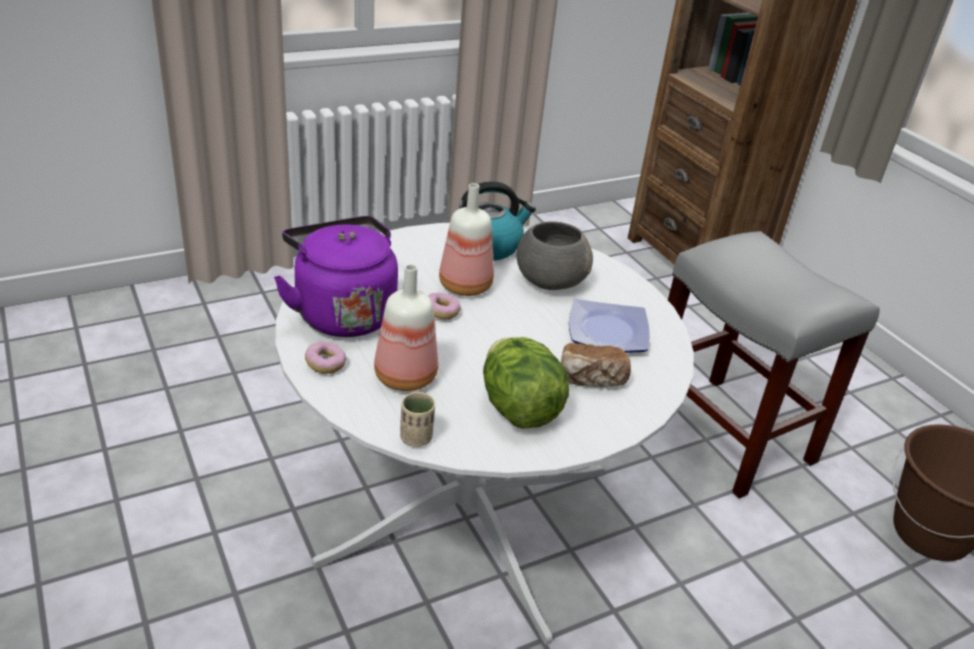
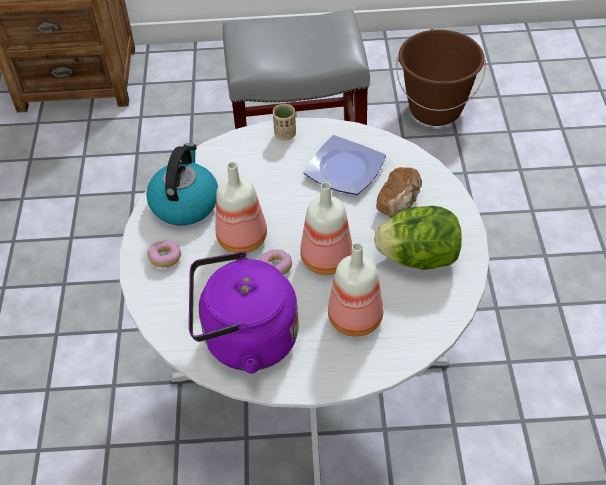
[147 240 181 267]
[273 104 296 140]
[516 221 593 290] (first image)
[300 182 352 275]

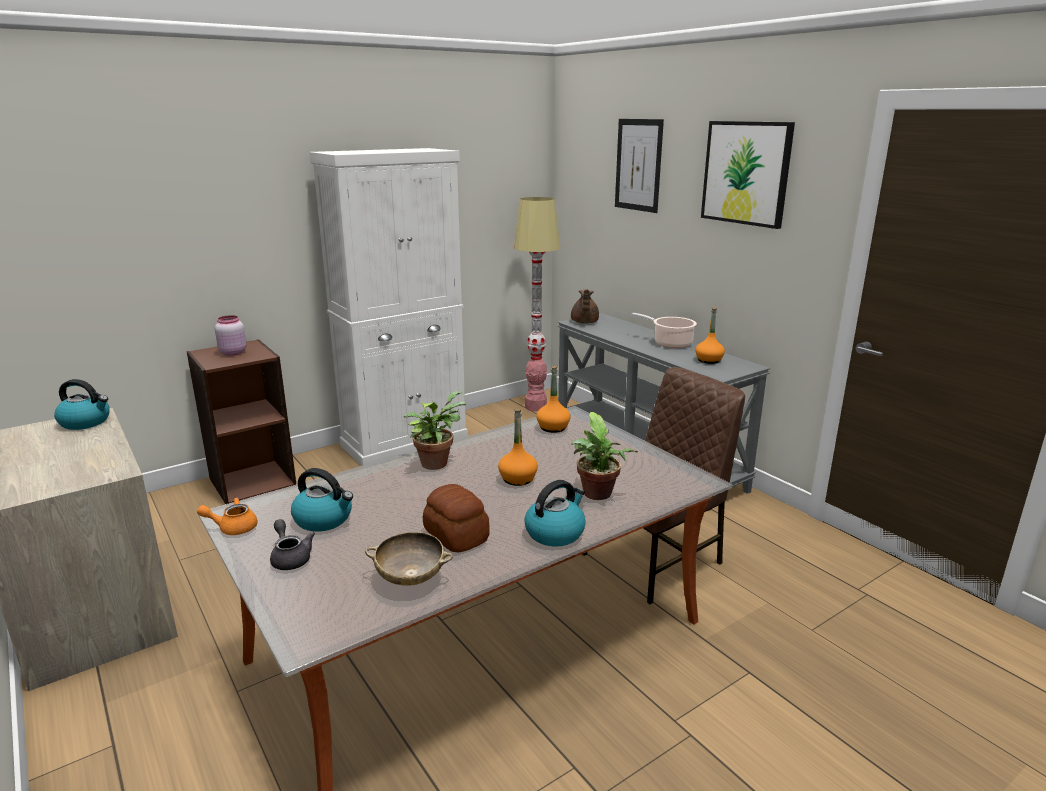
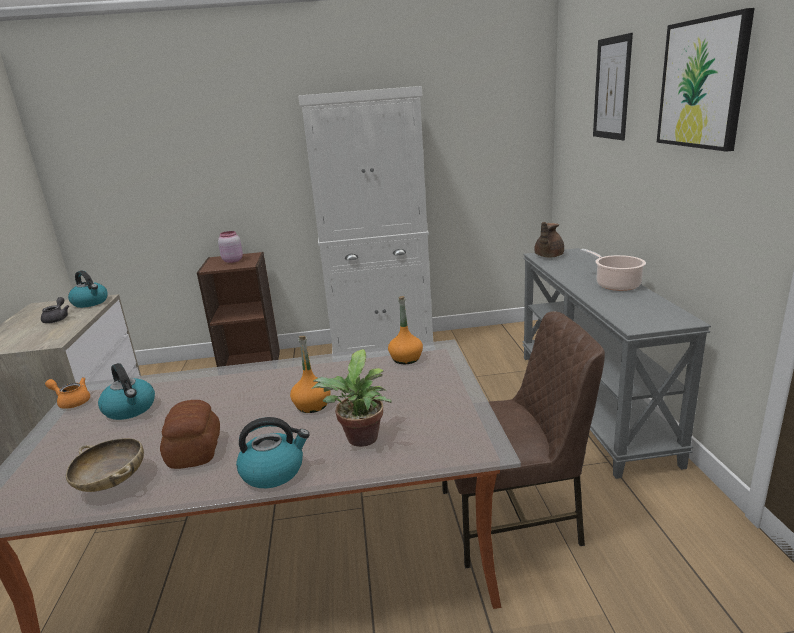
[41 297 69 323]
[404 391 466 470] (first image)
[514 197 561 412] (first image)
[695 307 725 364] (first image)

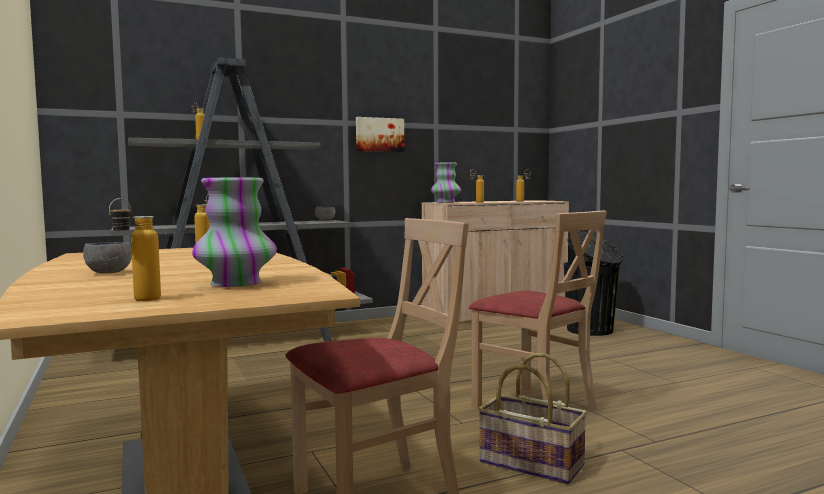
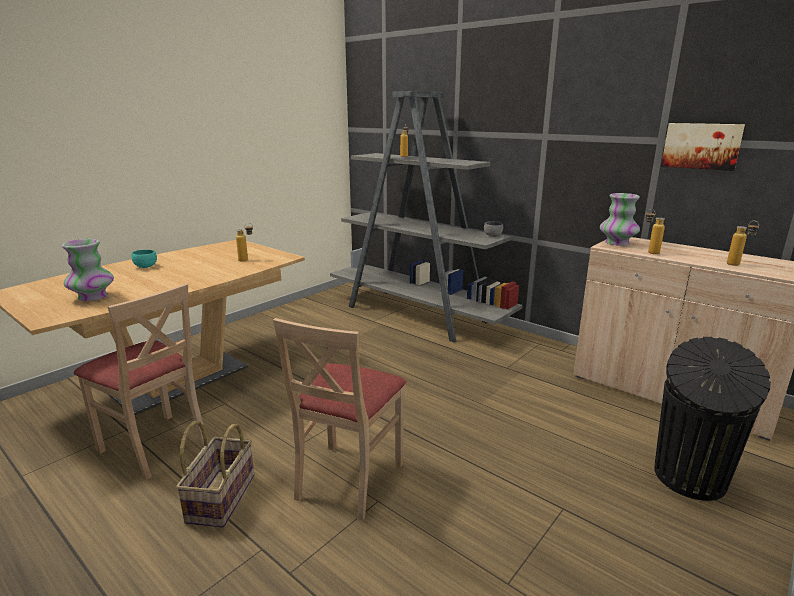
[131 250 157 268]
[109 198 161 301] (first image)
[661 123 745 171]

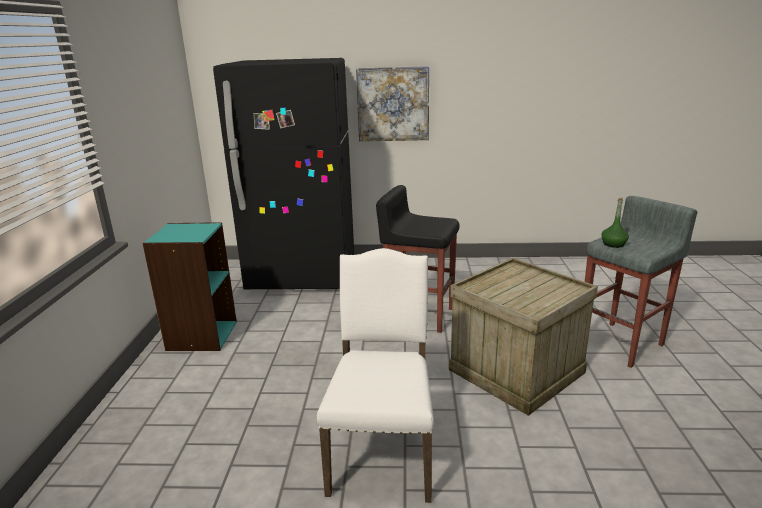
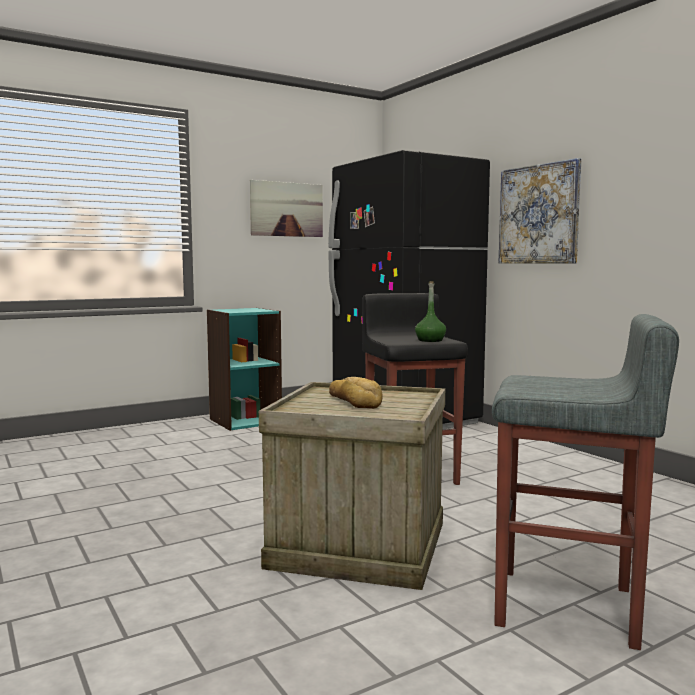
[317 248 434 503] (first image)
[415 281 446 342]
[250 180 323 237]
[329 377 383 409]

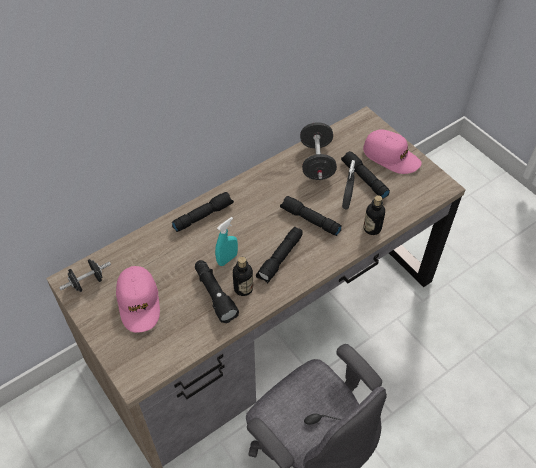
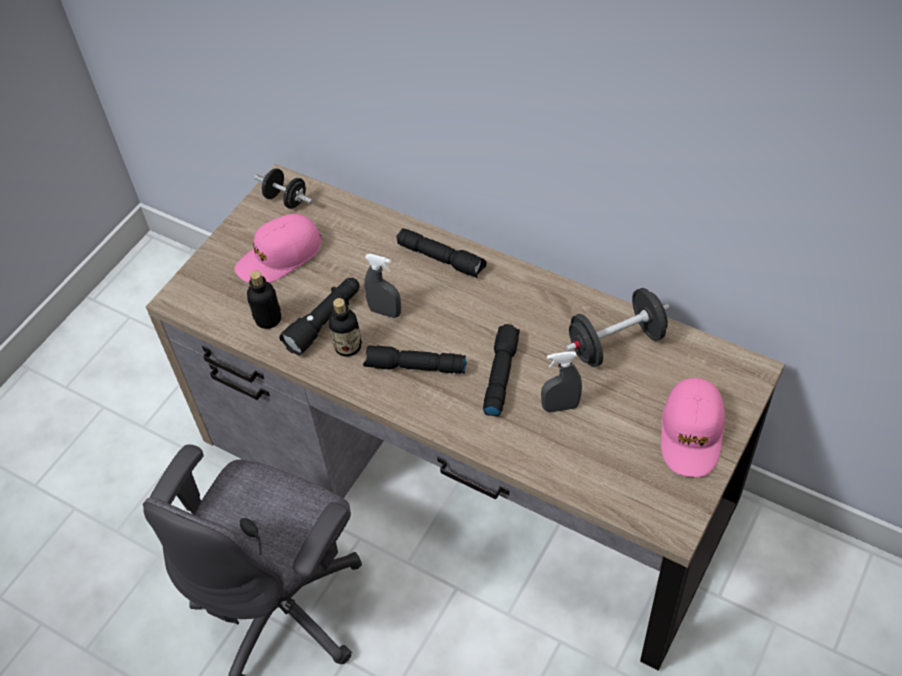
[364 254 401 318]
[341 151 390 199] (first image)
[247 271 281 329]

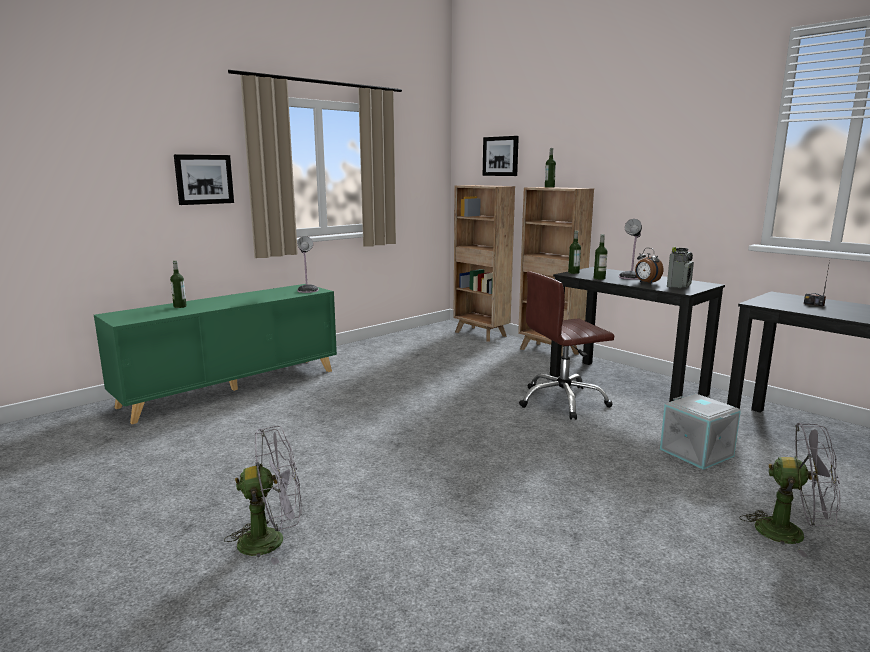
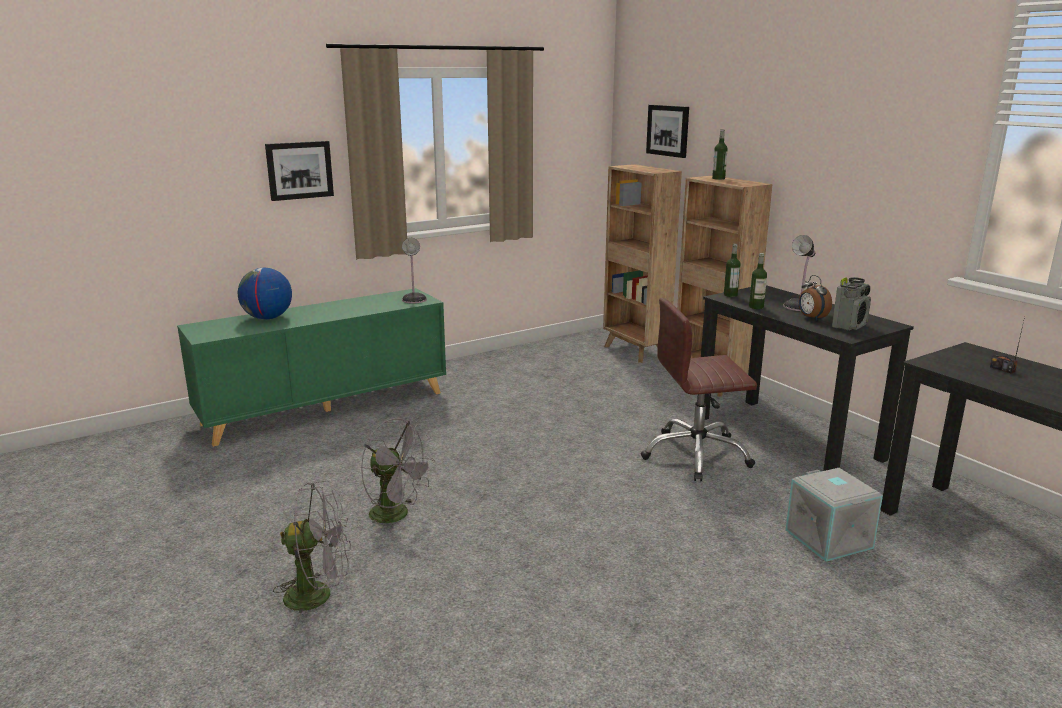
[238 268 292 320]
[361 418 435 533]

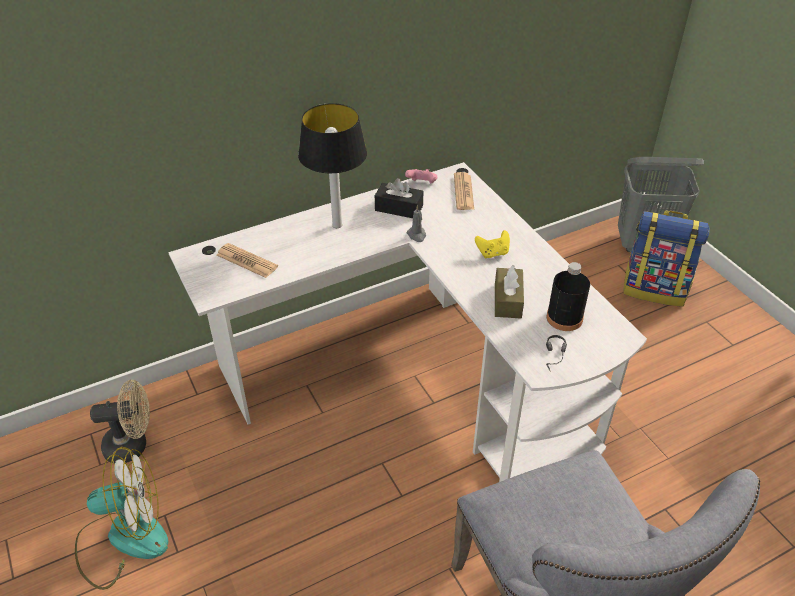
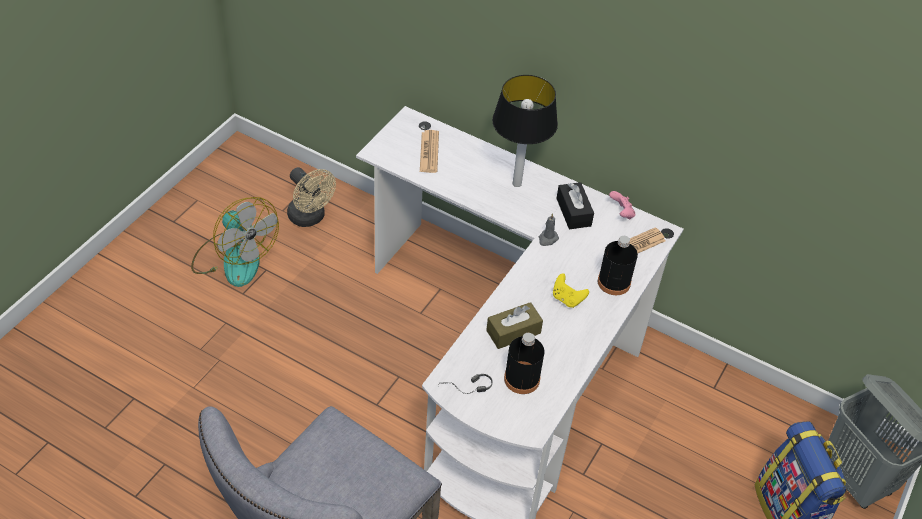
[598 236 638 295]

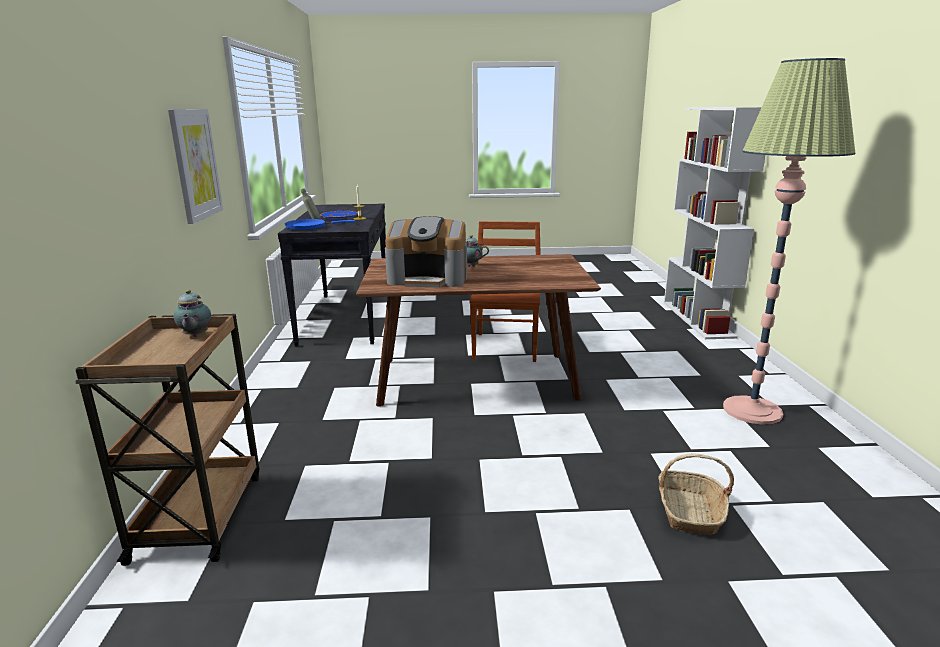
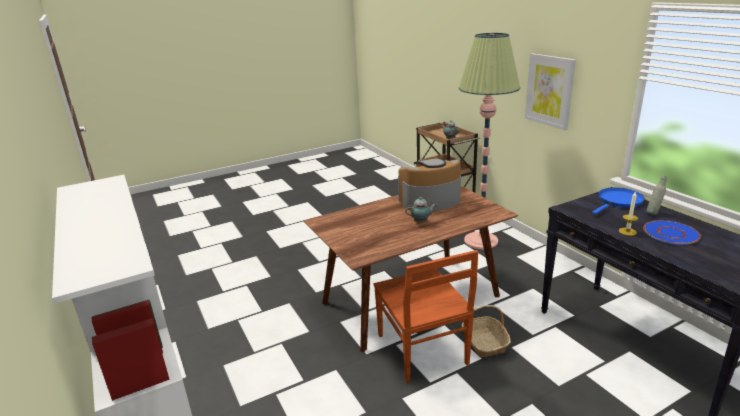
[461 305 511 358]
[459 33 520 249]

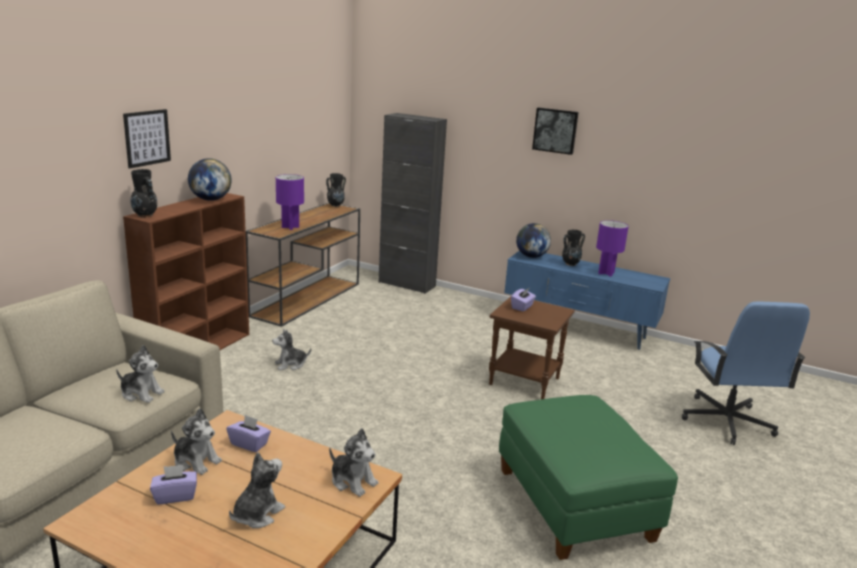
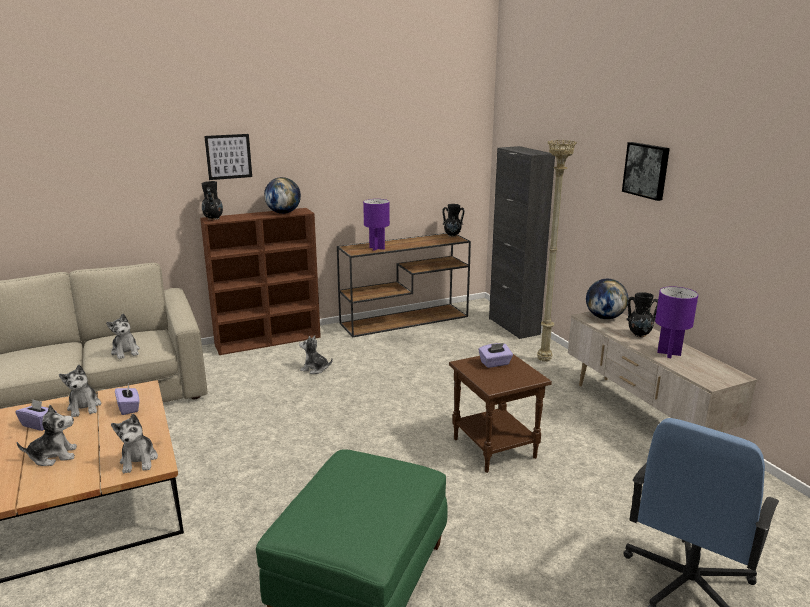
[568 311 758 432]
[537 140 577 362]

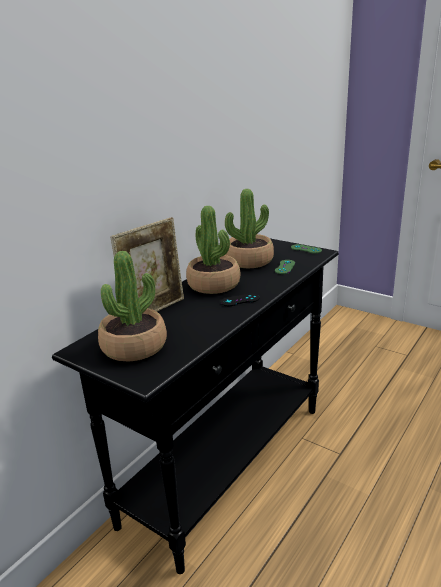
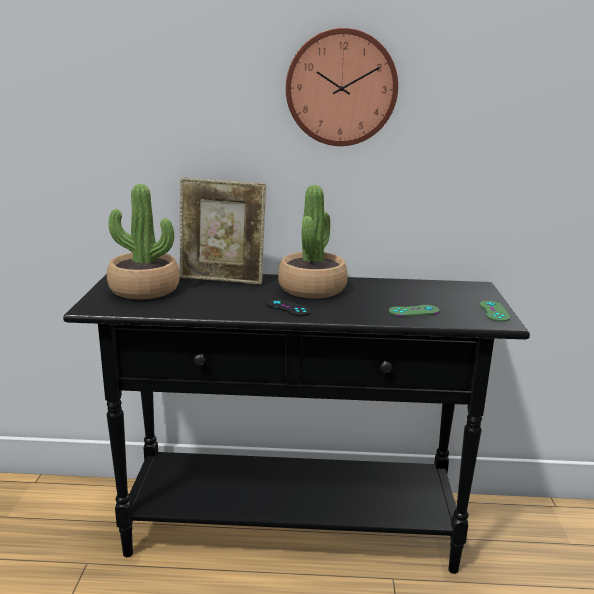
[225 189 274 268] (first image)
[286 28 398 146]

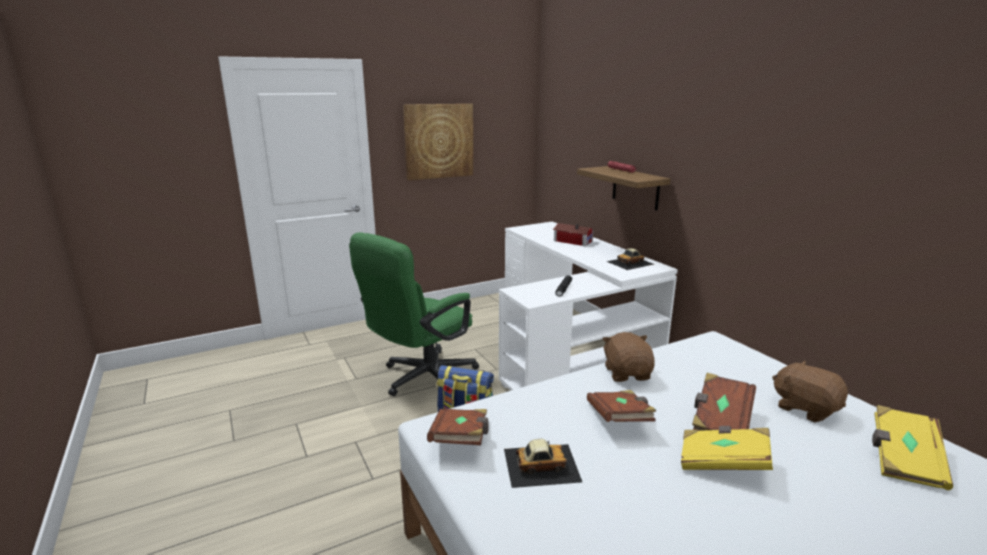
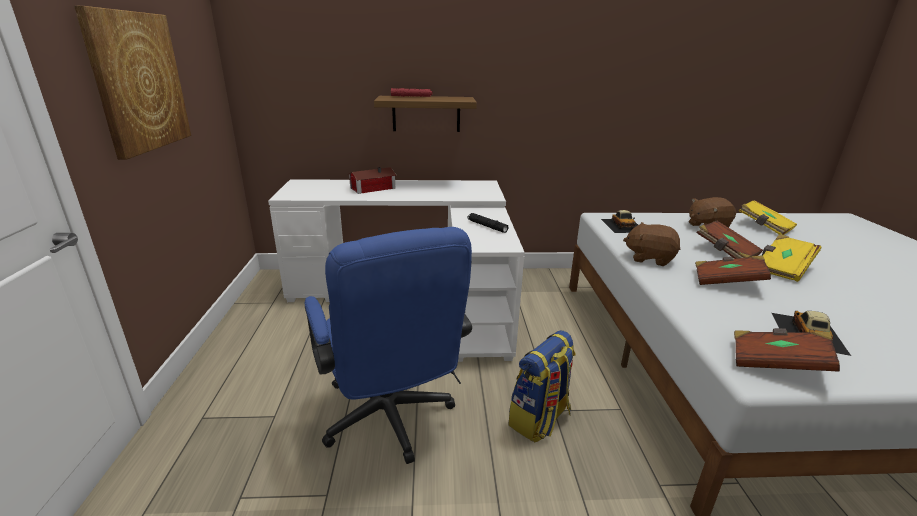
[305 227 472 464]
[601 210 638 233]

